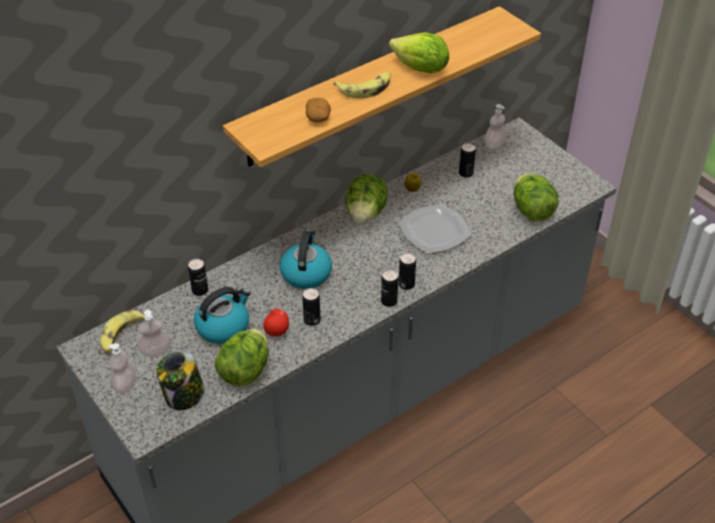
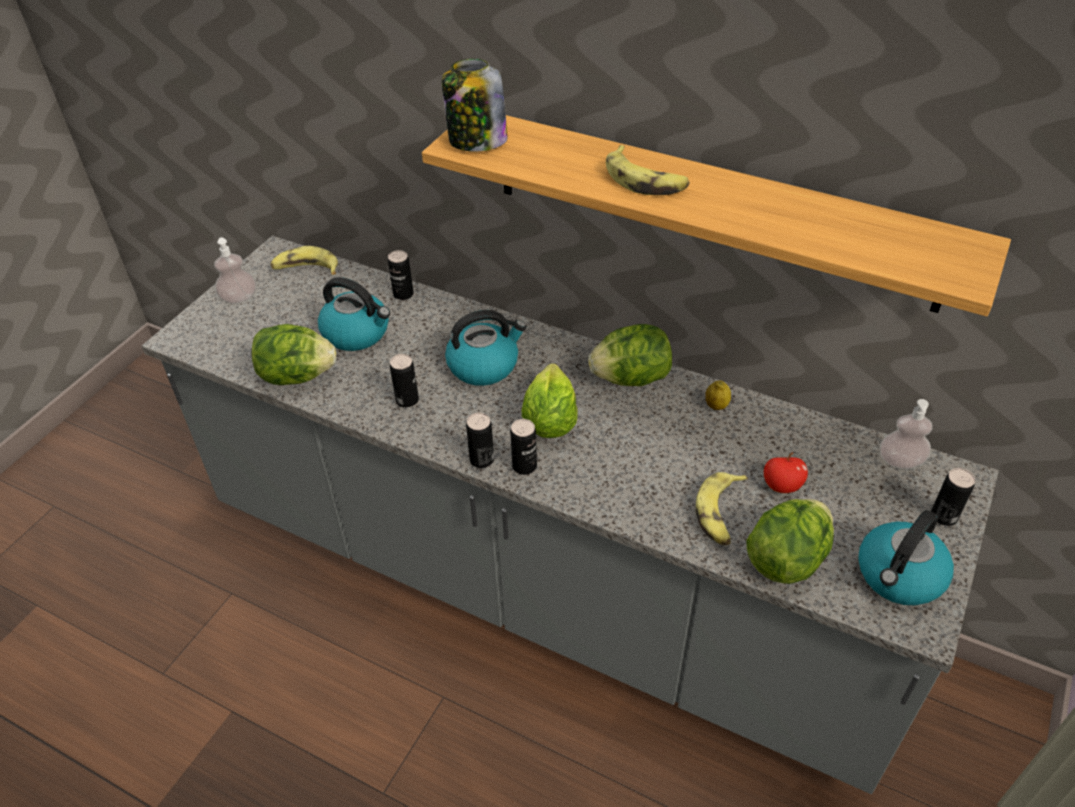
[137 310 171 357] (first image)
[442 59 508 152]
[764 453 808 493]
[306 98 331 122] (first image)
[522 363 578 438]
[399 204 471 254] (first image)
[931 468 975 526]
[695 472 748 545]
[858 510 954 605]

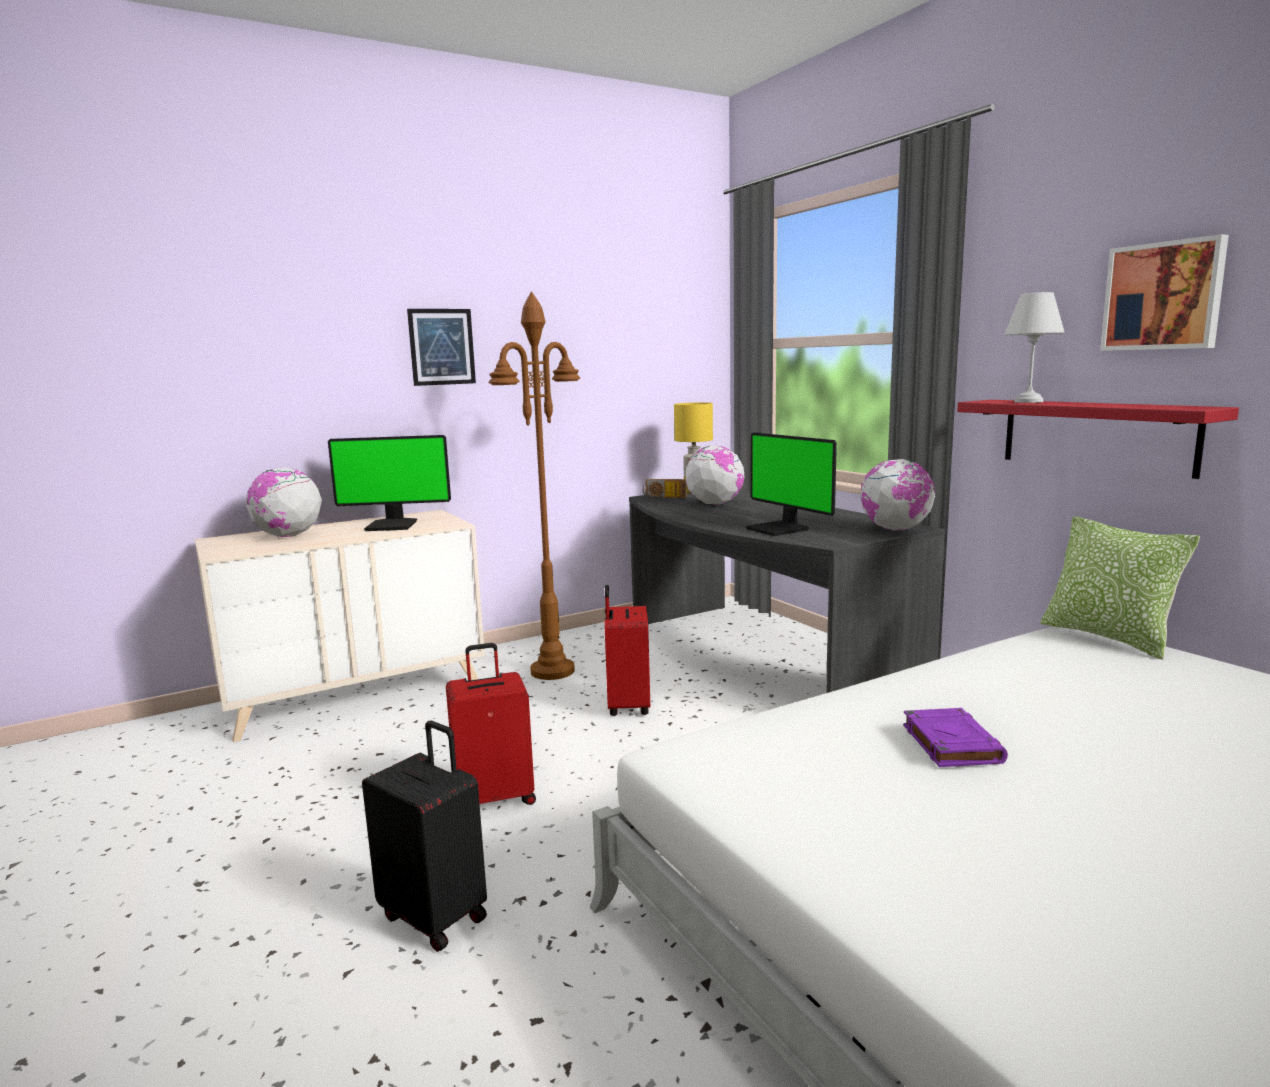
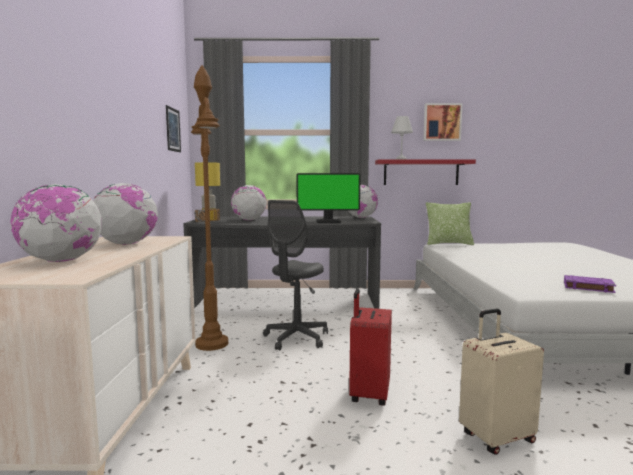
[93 183 158 245]
[459 308 544 455]
[166 105 181 152]
[263 200 328 350]
[564 275 616 293]

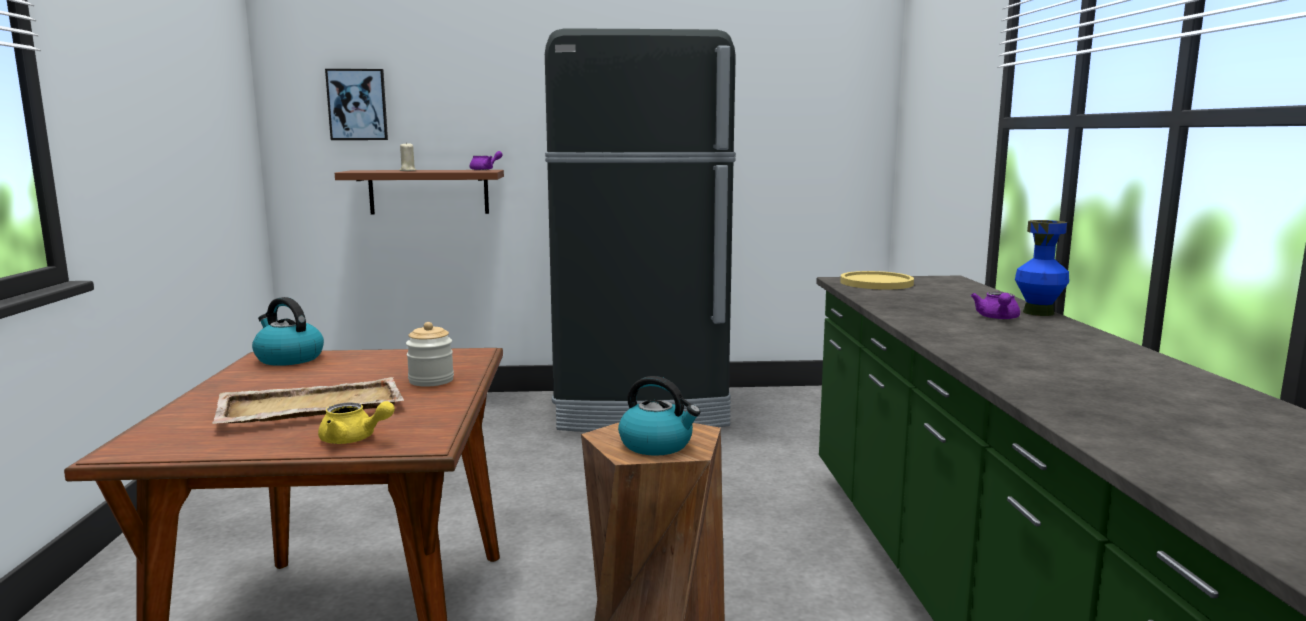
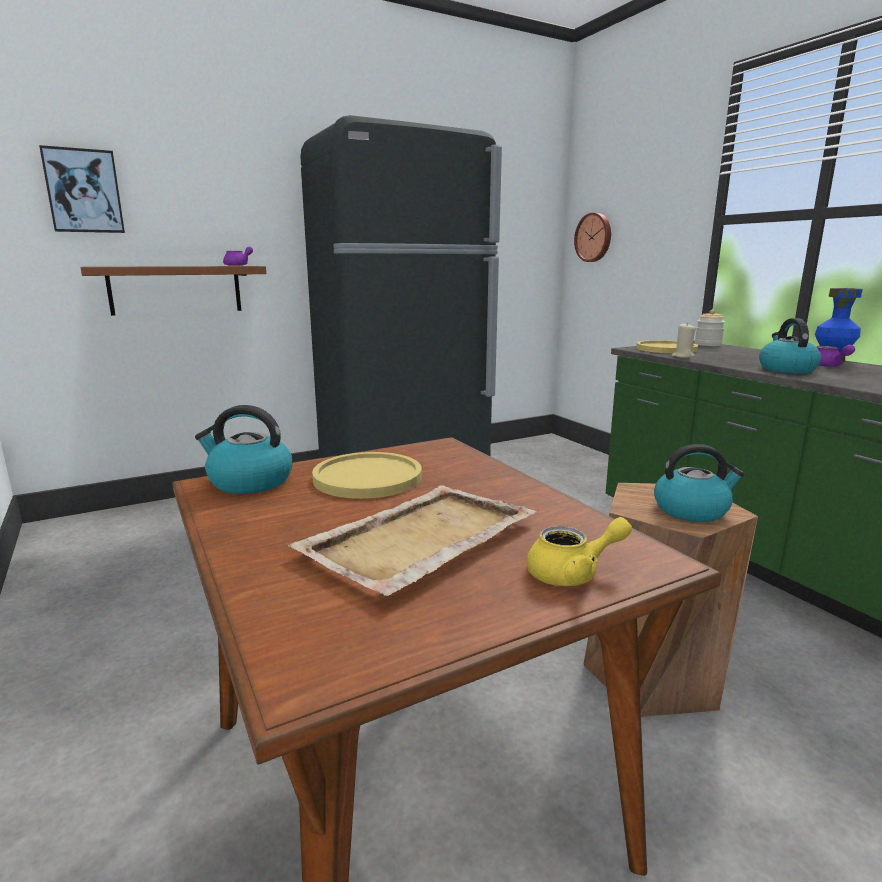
[671 323 696 358]
[695 310 725 346]
[312 452 422 499]
[574 213 611 262]
[759 318 821 374]

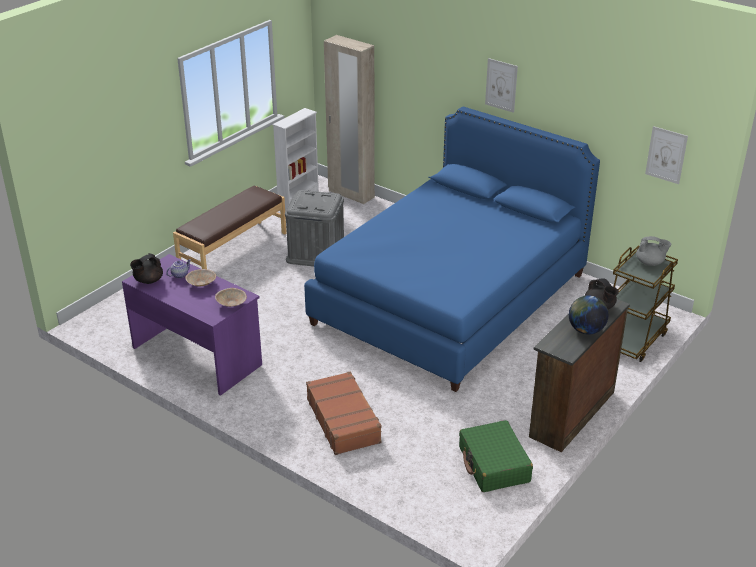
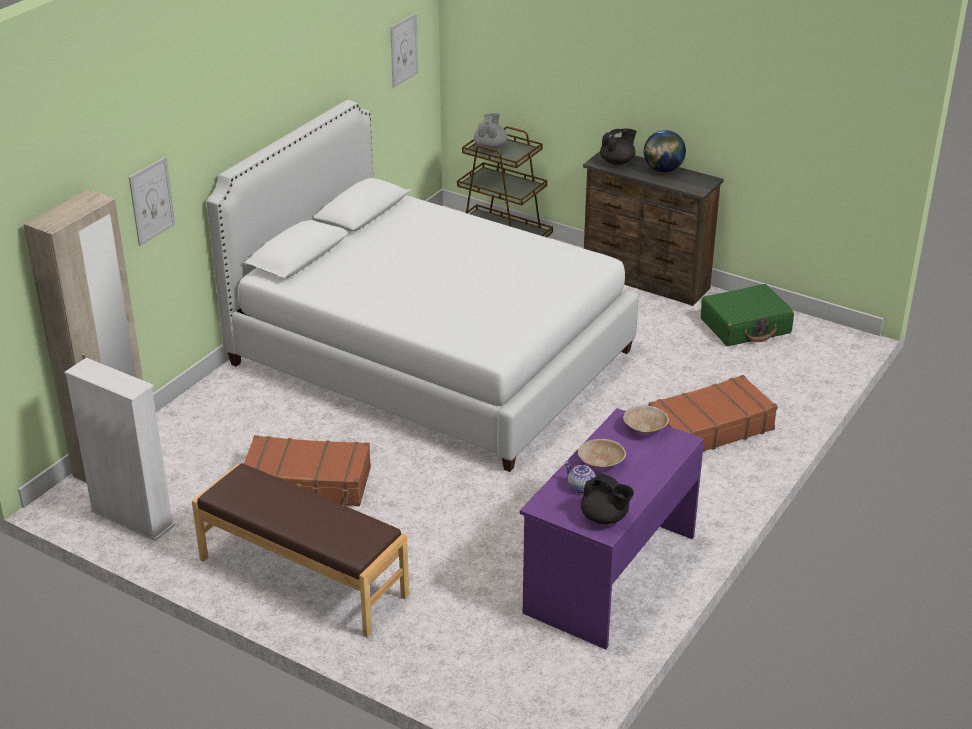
[244 435 371 506]
[206 100 639 472]
[129 157 176 246]

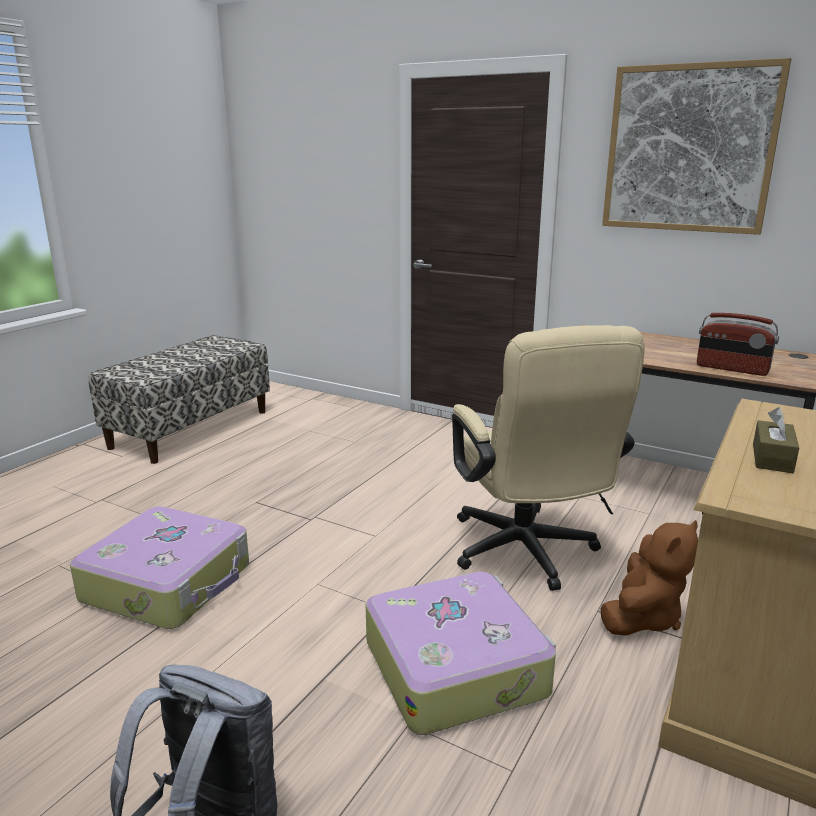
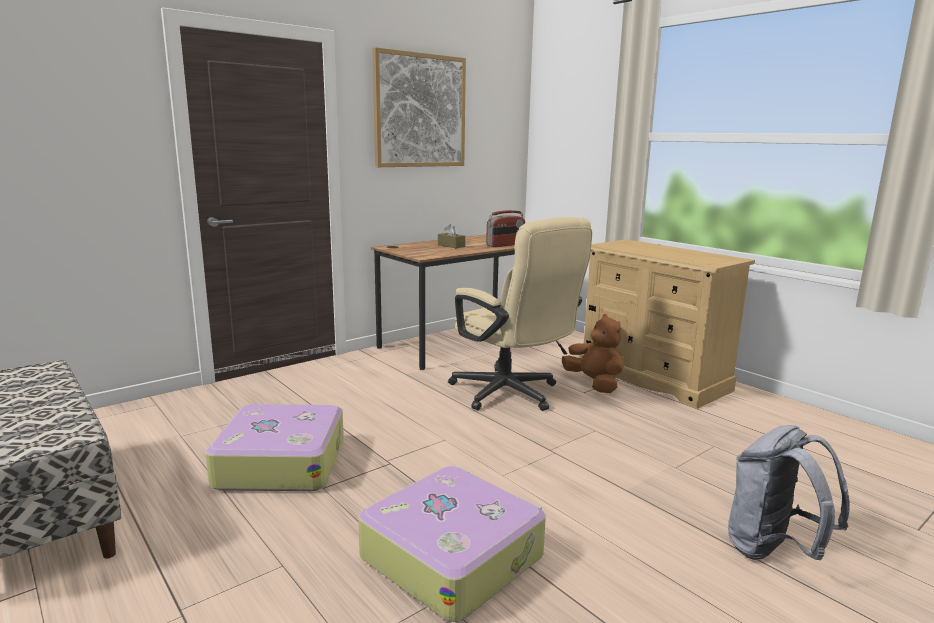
[206 404 344 491]
[448 217 592 411]
[438 224 465 248]

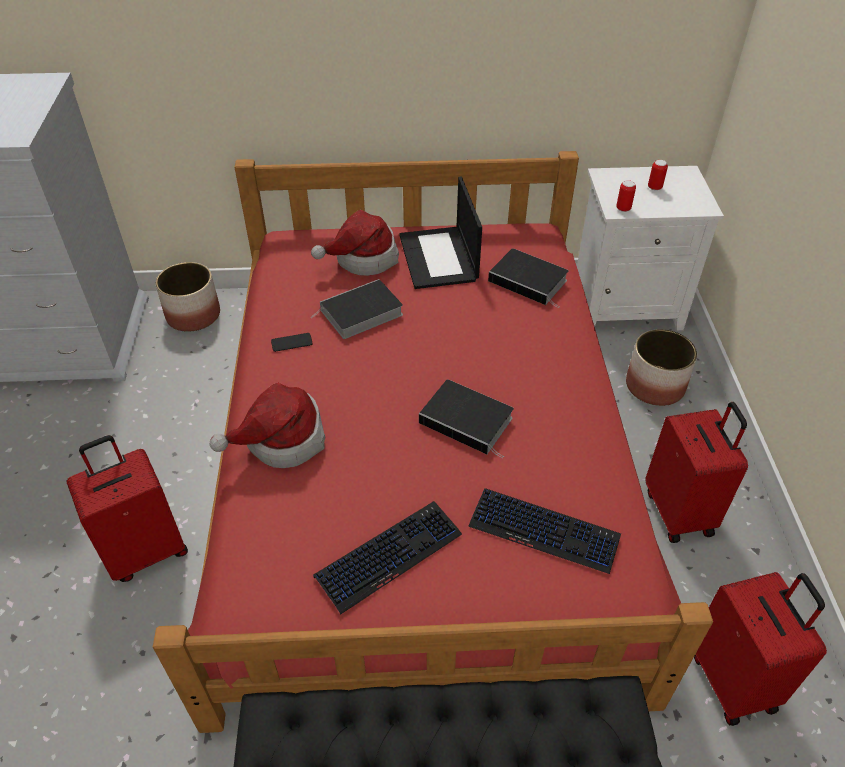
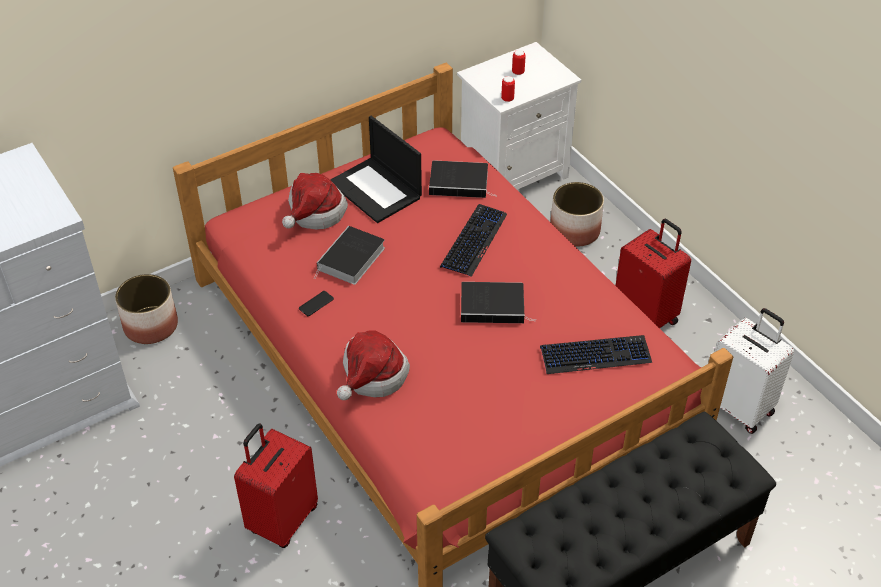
[440 204 507 277]
[715 308 794 434]

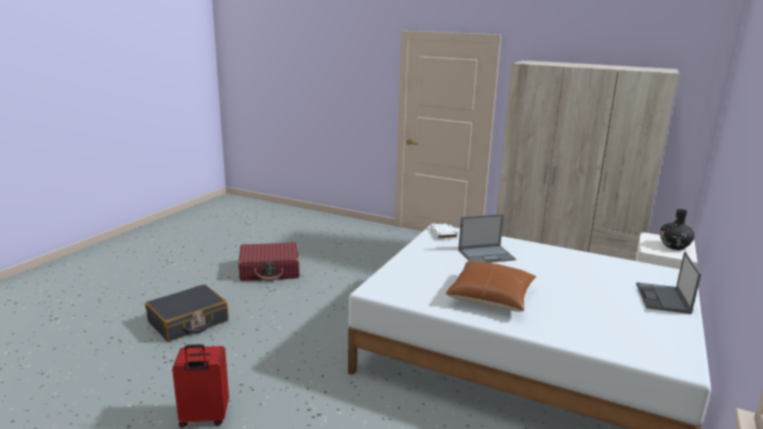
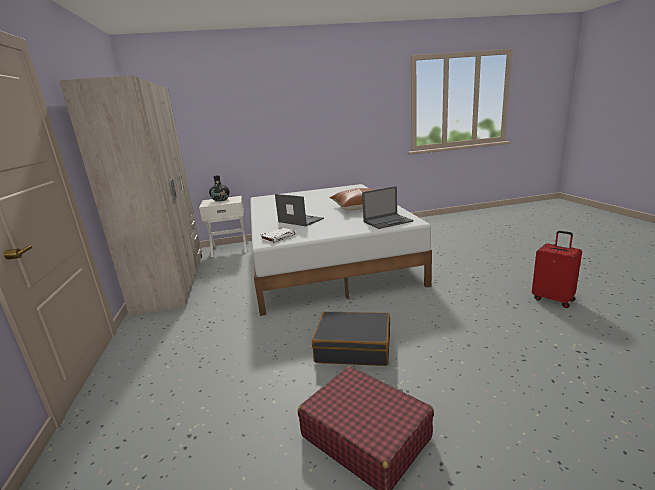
[312 312 390 366]
[362 186 414 229]

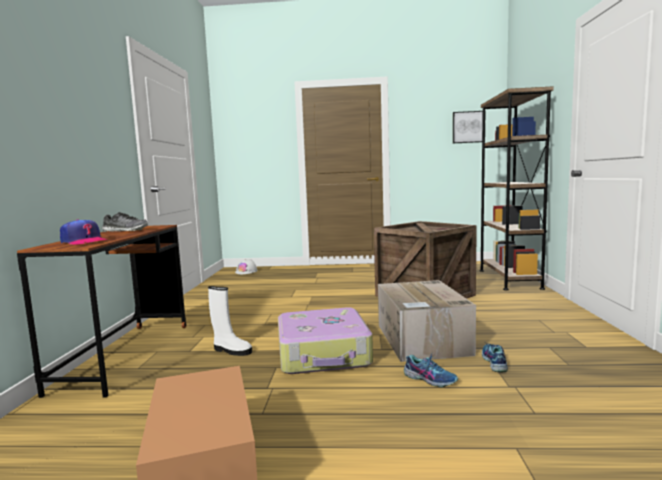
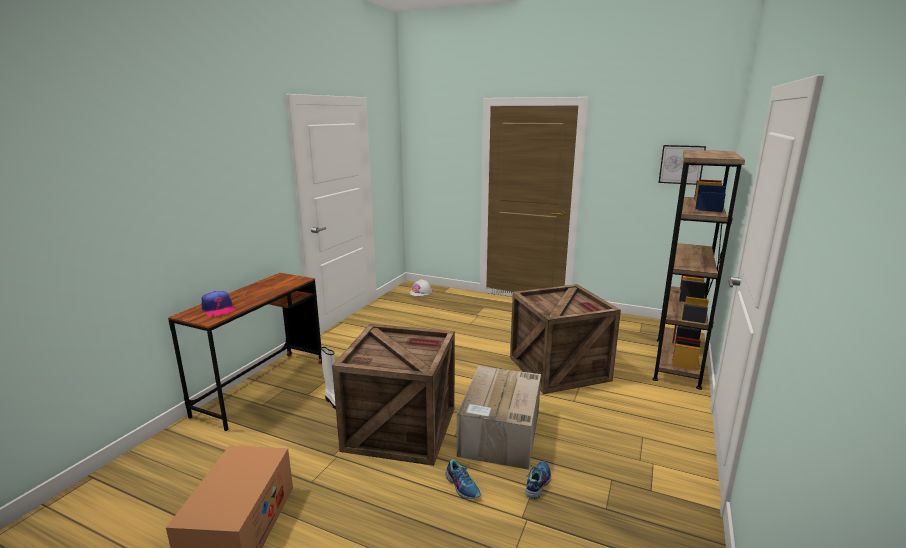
[102 212 148 232] (first image)
[332 324 455 466]

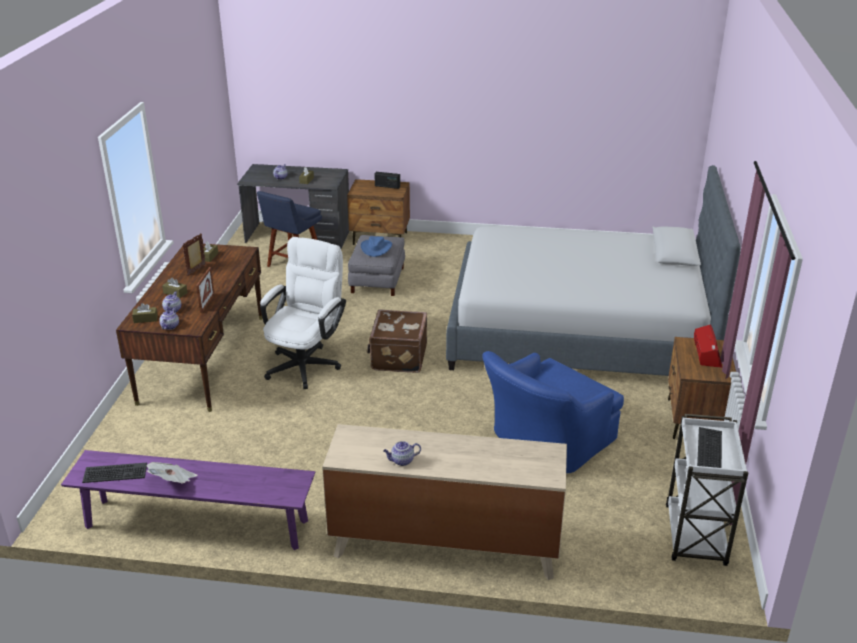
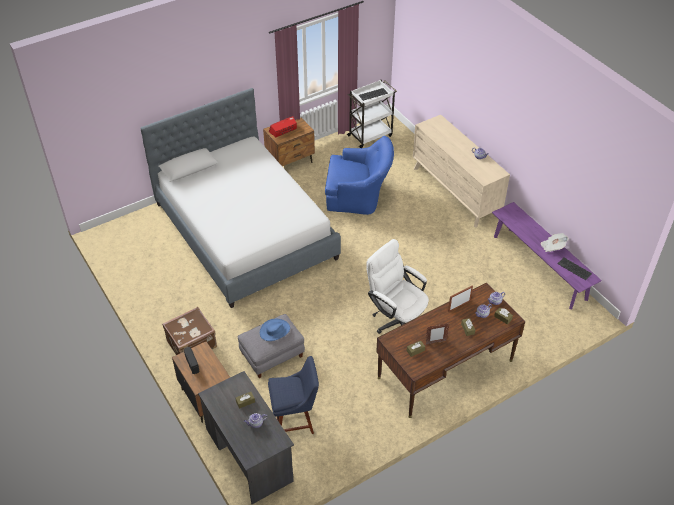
[367 239 429 334]
[162 307 217 355]

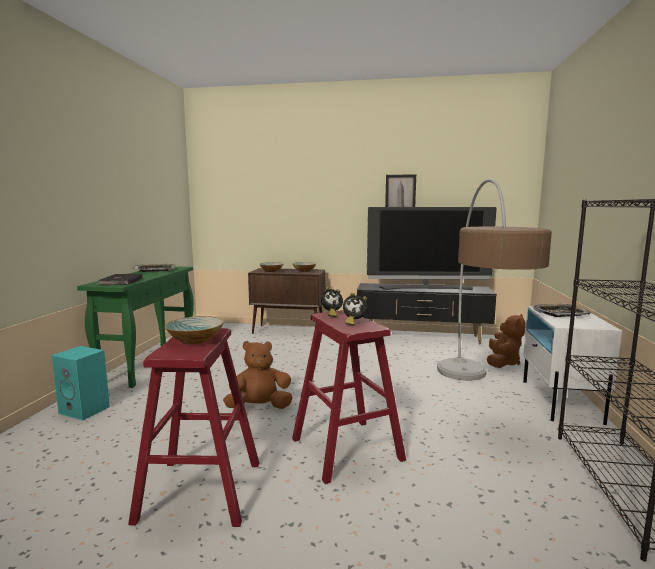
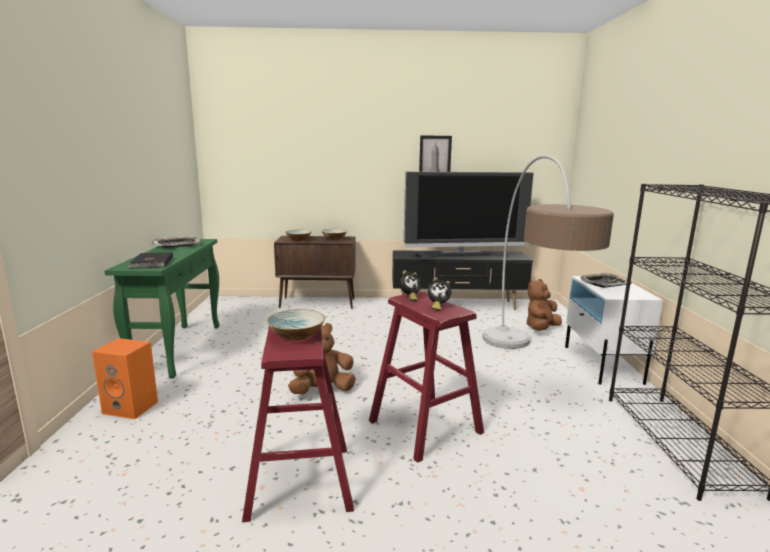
[92 338 158 419]
[526 279 562 331]

